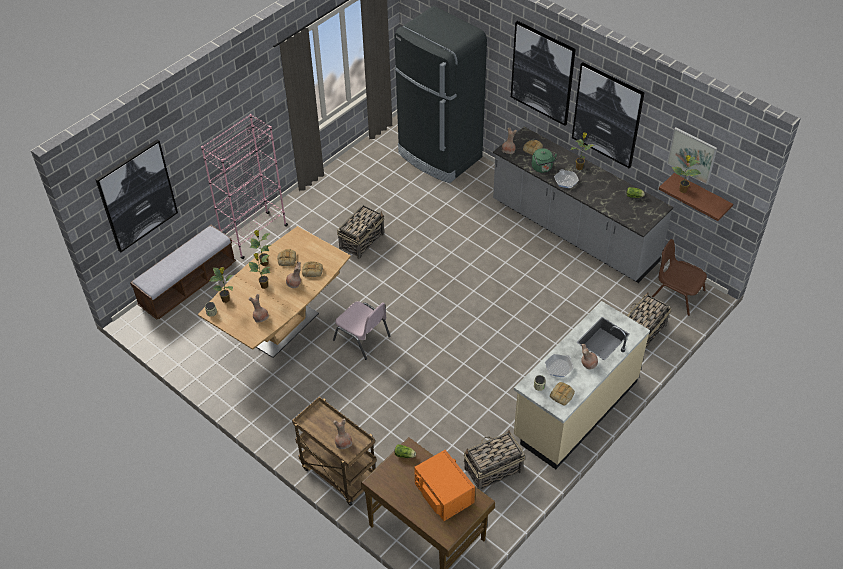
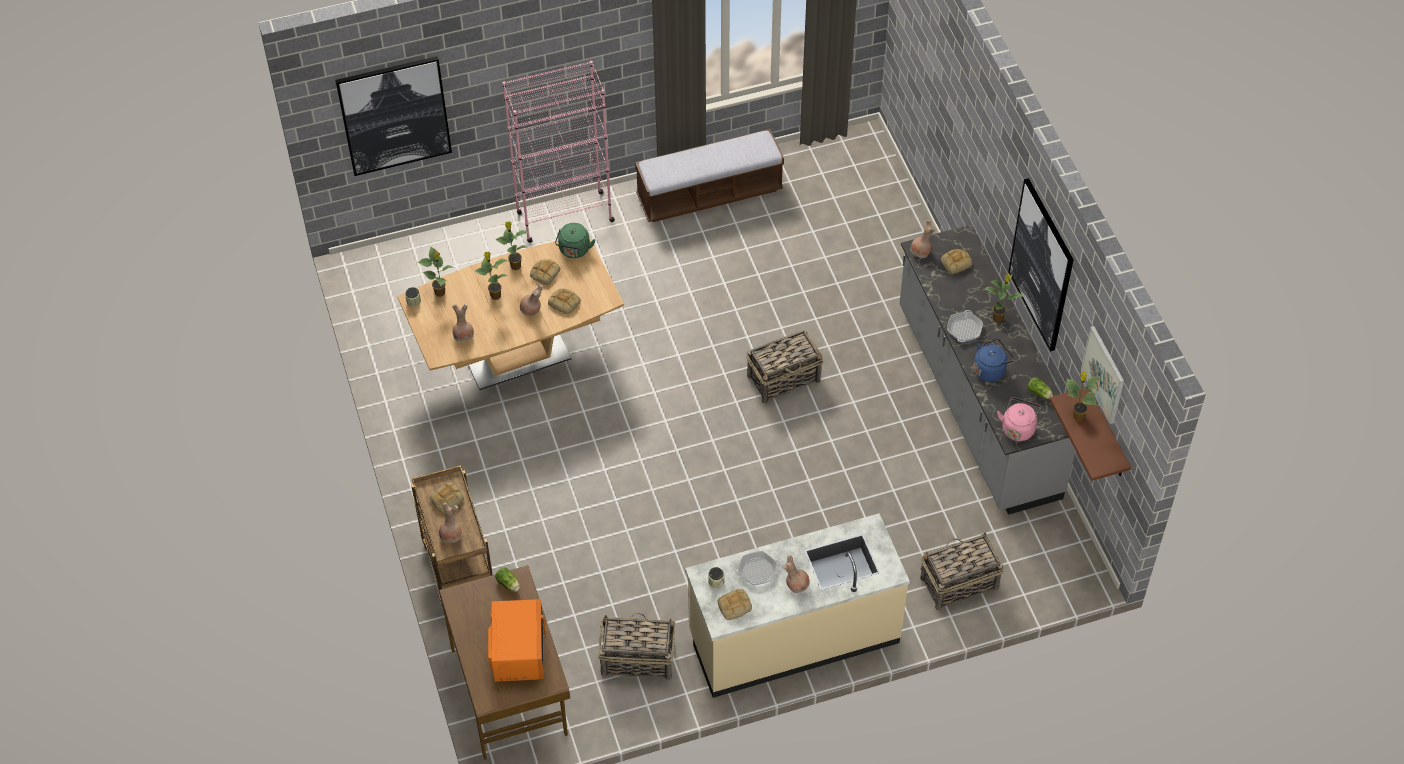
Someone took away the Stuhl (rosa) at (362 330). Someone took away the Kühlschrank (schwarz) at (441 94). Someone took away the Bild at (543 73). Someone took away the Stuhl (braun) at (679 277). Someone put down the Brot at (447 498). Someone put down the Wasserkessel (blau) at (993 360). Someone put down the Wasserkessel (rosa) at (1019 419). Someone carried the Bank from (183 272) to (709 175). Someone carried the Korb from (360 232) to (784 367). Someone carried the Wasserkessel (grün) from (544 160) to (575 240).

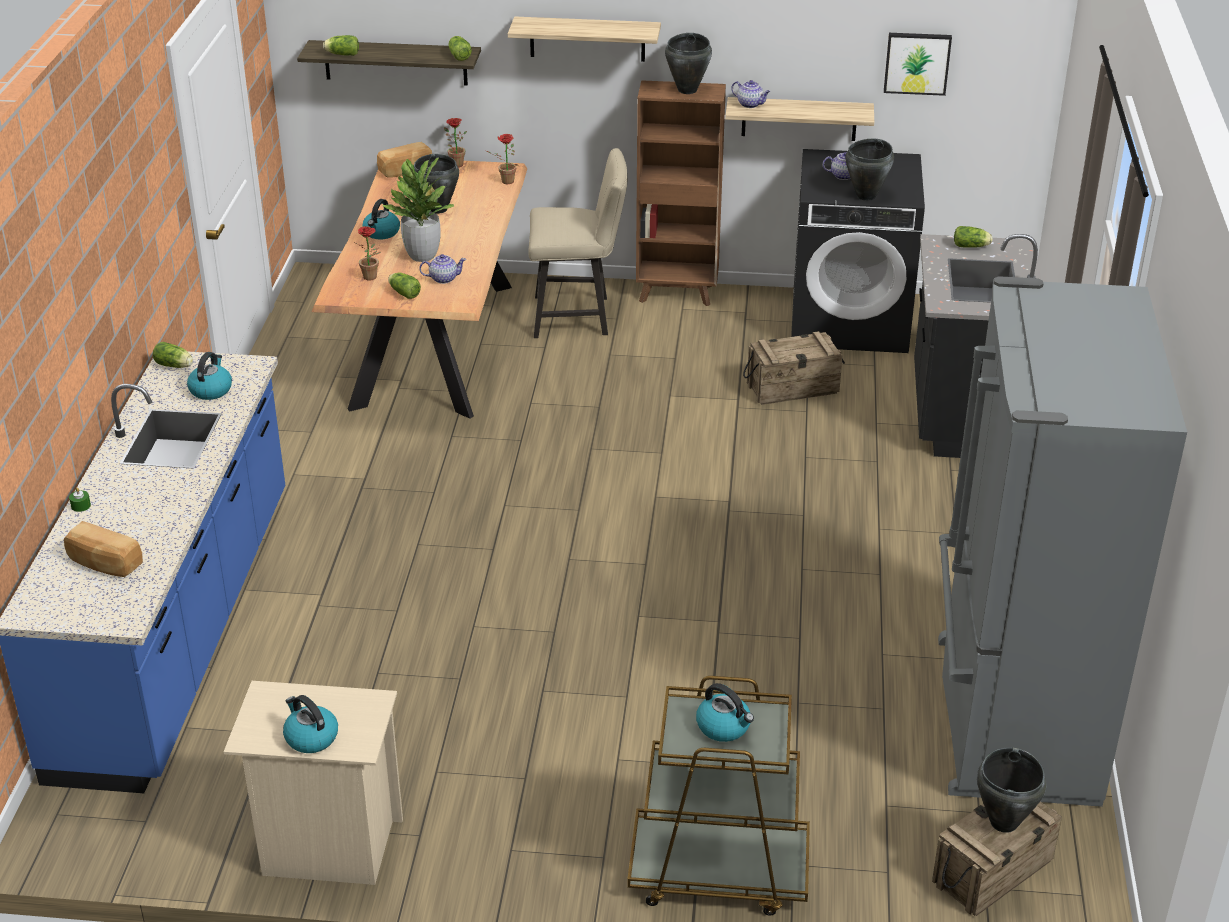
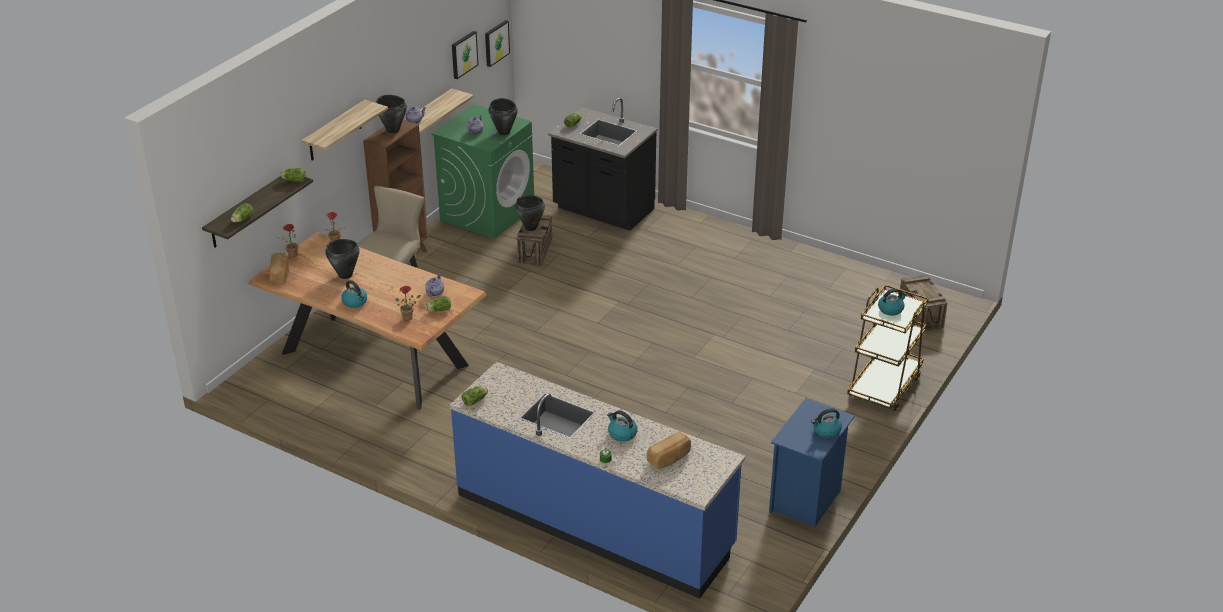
Someone took away the Topfpflanze at (418 210). Someone took away the Kühlschrank (grau) at (1062 541). Someone put up the Bild at (497 43). Someone carried the Wasserkessel from (209 376) to (622 426). Someone carried the Kochtopf (schwarz) from (1011 790) to (530 213). Someone repainted the Nachttisch (beige) at (313 783), which became the Nachttisch (blau) at (812 462). Someone repainted the Waschmaschine (schwarz) at (858 251), which became the Waschmaschine (grün) at (483 171).

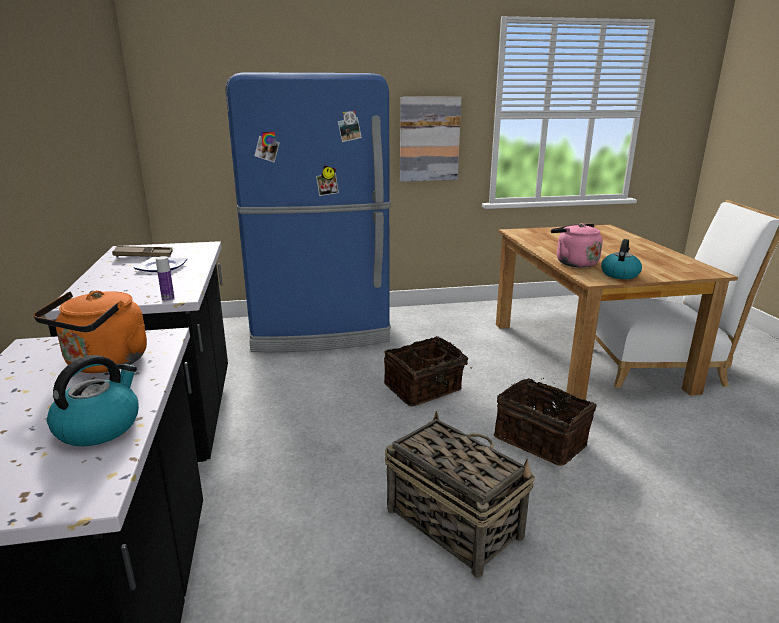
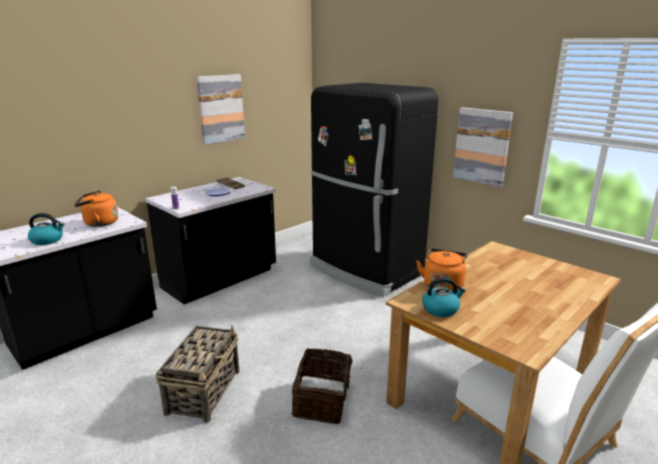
Someone took away the Korb at (426 371). Someone put up the Bild at (221 109). Someone repainted the Kühlschrank (blau) at (308 212), which became the Kühlschrank (schwarz) at (374 189). Someone repainted the Wasserkessel (rosa) at (577 245), which became the Wasserkessel (orange) at (442 269).

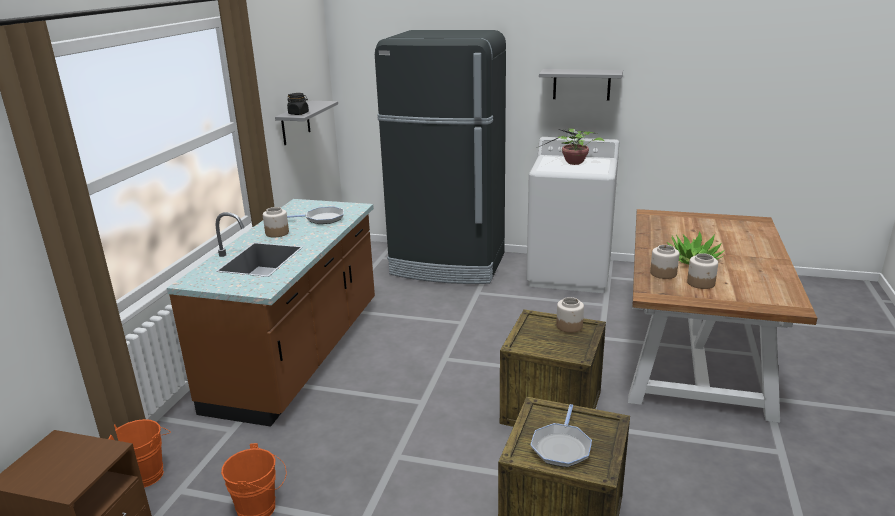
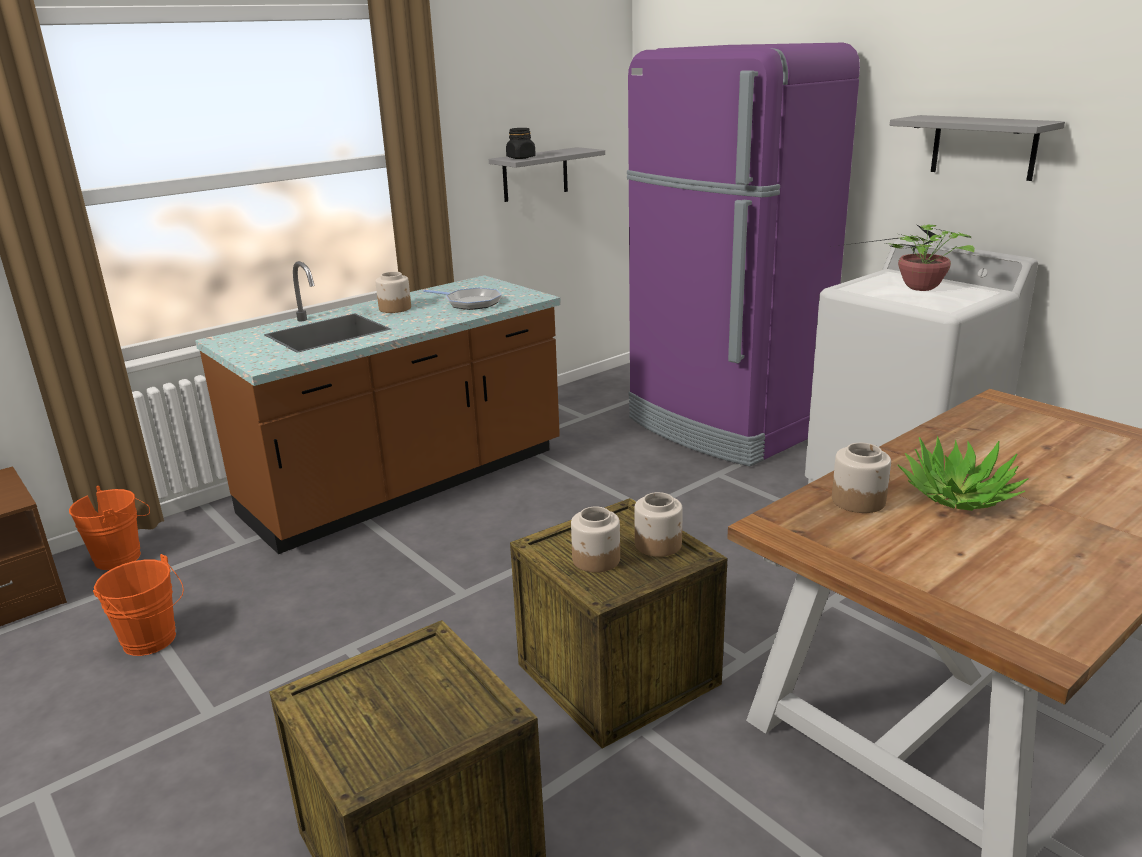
Someone took away the Pfanne at (561 435). Someone carried the Vorratsglas from (702 271) to (595 540). Someone repainted the Kühlschrank (schwarz) at (440 157), which became the Kühlschrank (lila) at (743 254).

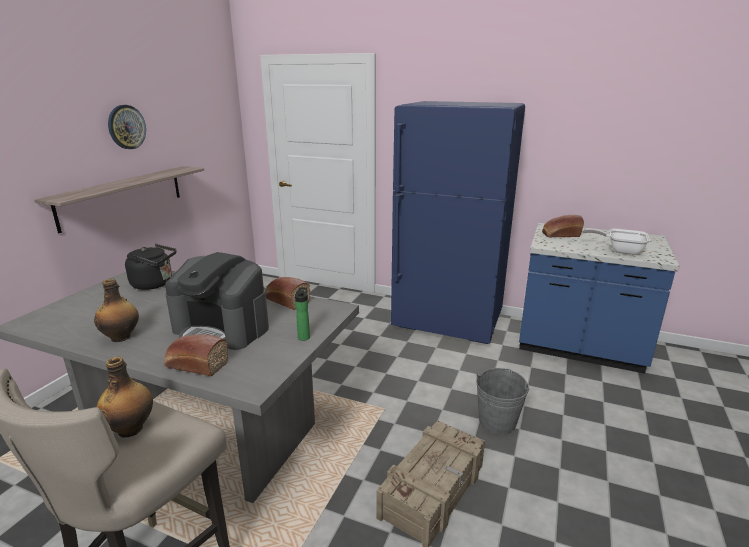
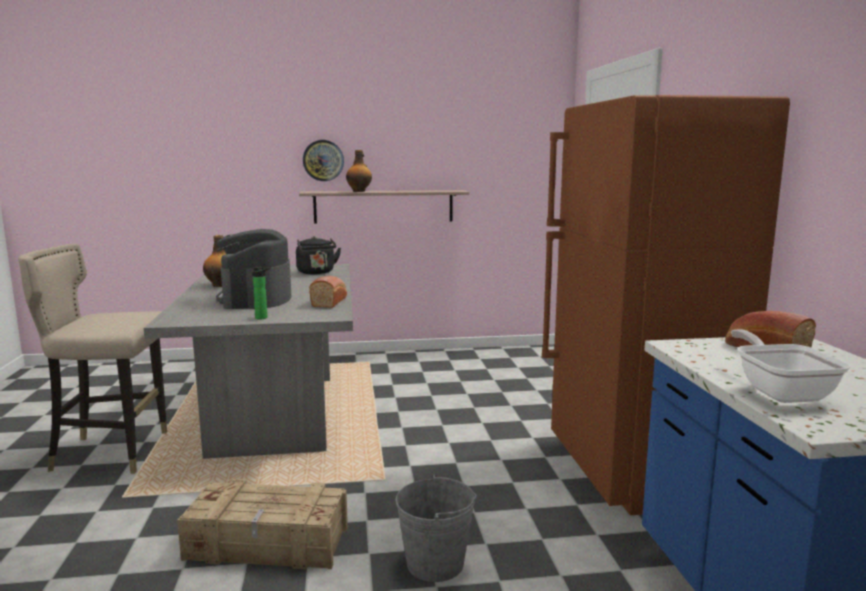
Someone took away the Brot at (196 356). Someone carried the Flasche from (124 397) to (359 171). Someone carried the Wanduhr from (127 127) to (323 160). Someone repainted the Kühlschrank (blau) at (458 222), which became the Kühlschrank (braun) at (666 305).

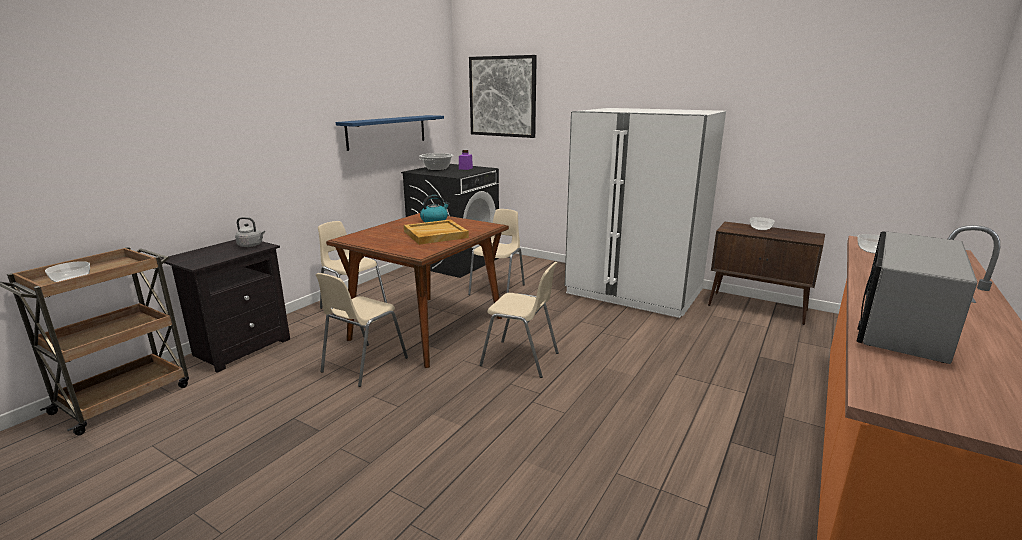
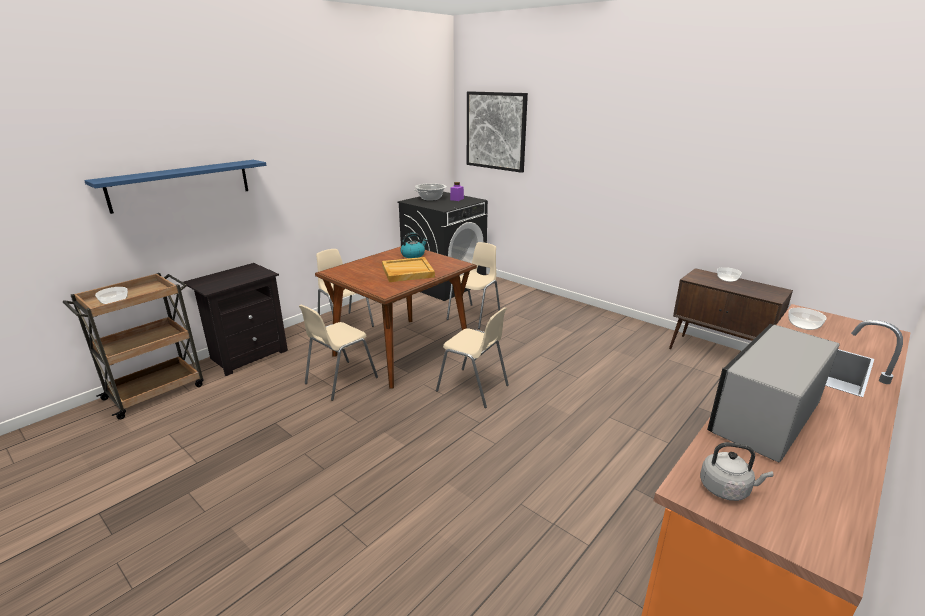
Someone took away the Kühlschrank (weiß) at (645 213). Someone carried the Wasserkessel (grau) from (250 232) to (736 471). Someone carried the Wandregal (blau) from (390 133) to (175 187).

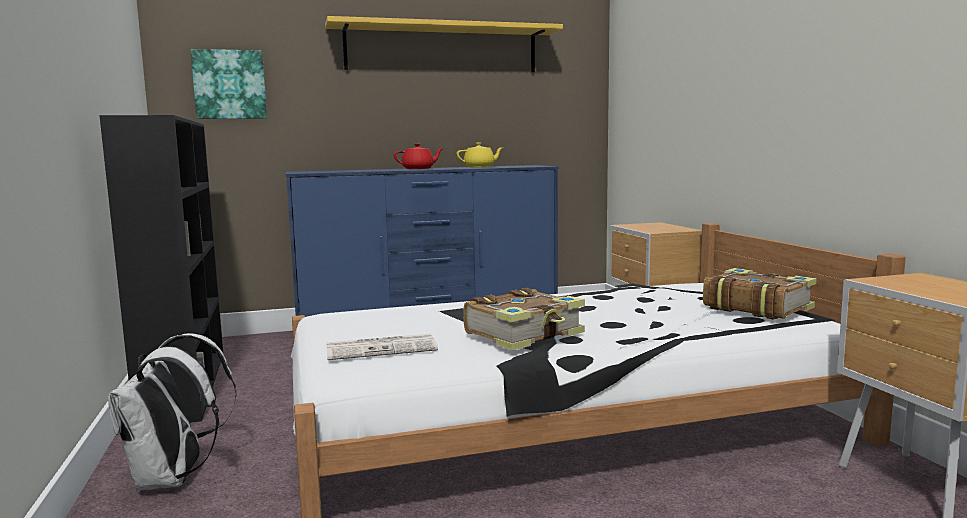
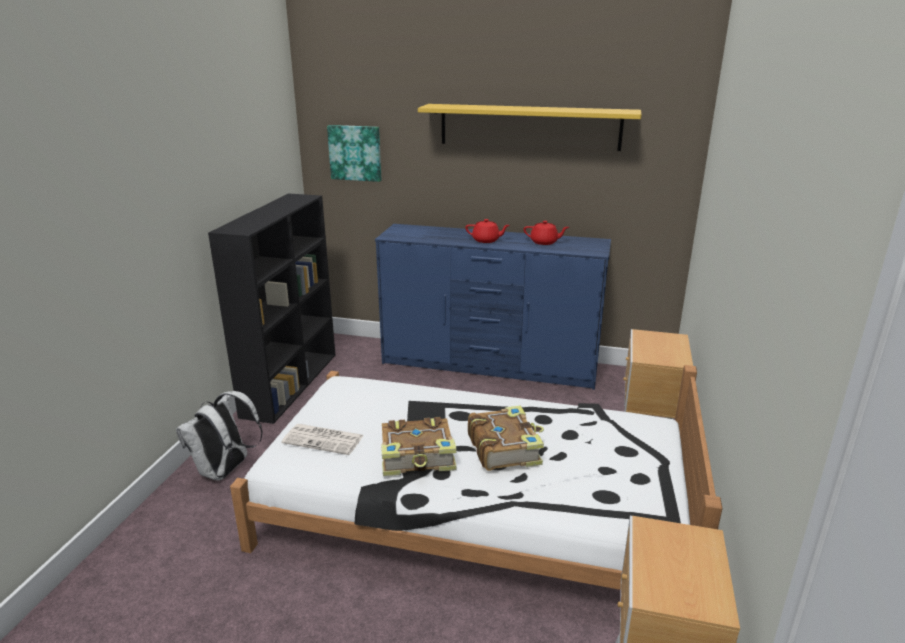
Someone carried the Buch from (759 294) to (506 438). Someone repainted the Teekanne (gelb) at (480 154), which became the Teekanne (rot) at (546 233).

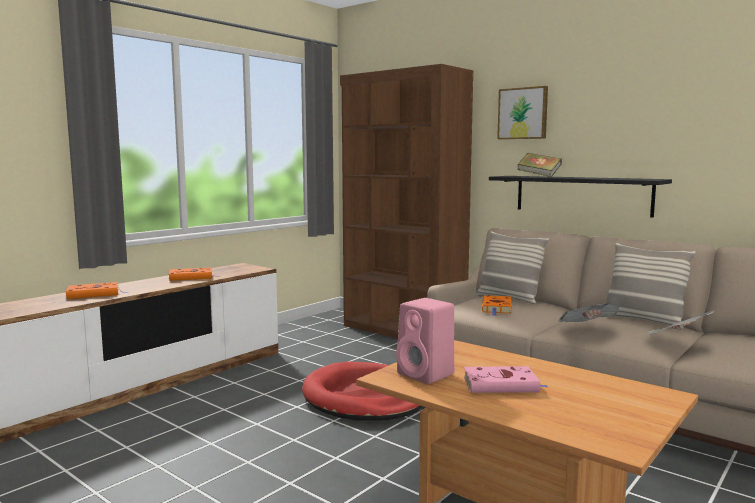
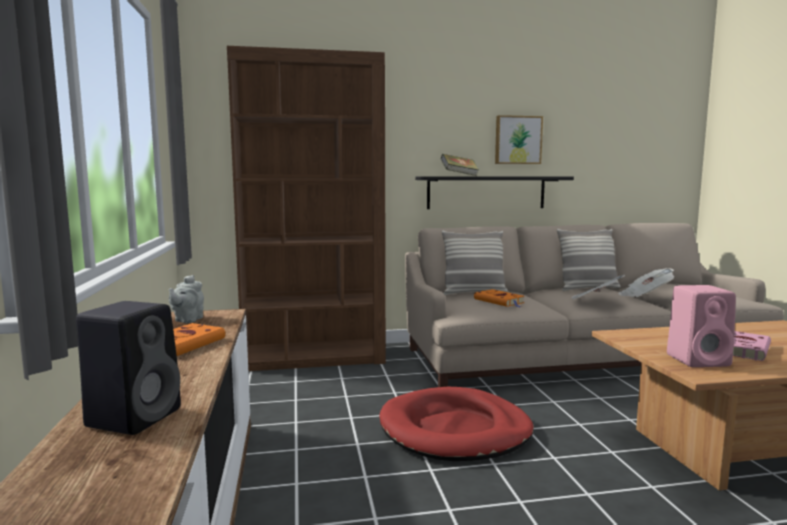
Someone put down the Teekanne (grau) at (186 299). Someone carried the Bild from (522 112) to (519 139). Someone swapped the Buch (orange) at (96 290) for the Lautsprecher (schwarz) at (128 368).

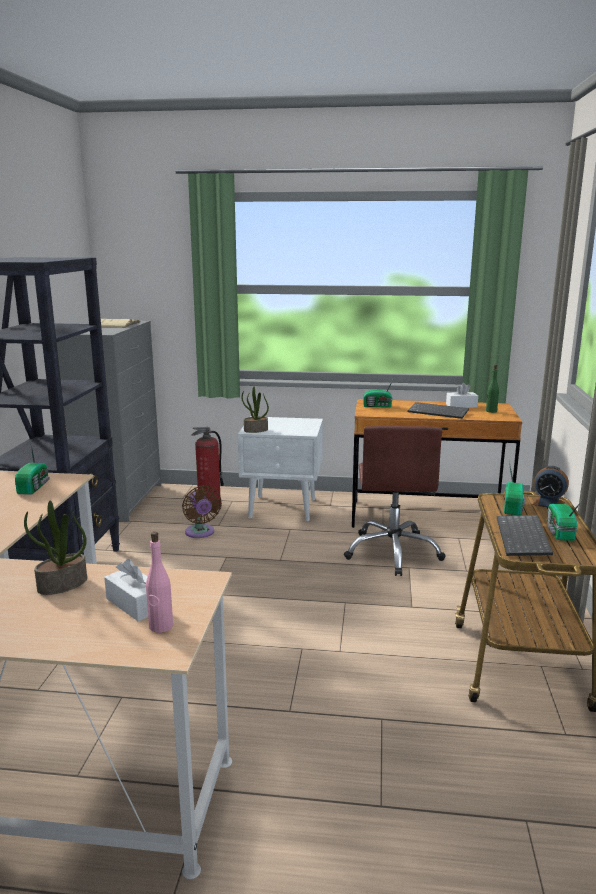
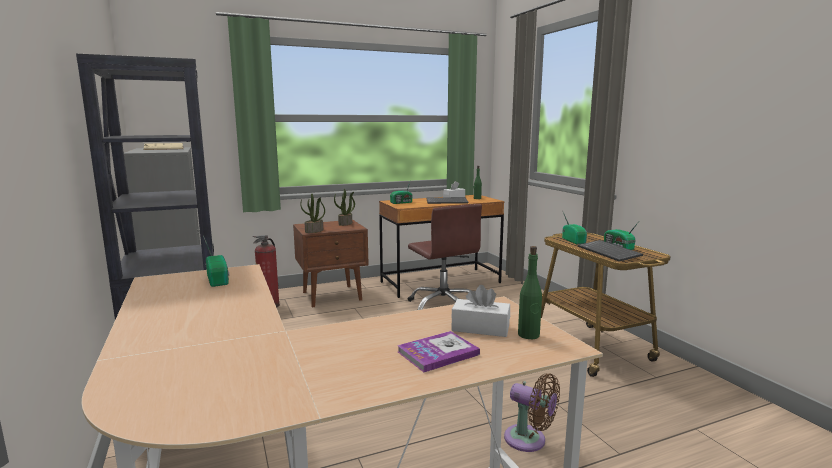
Someone took away the Wecker at (550 487). Someone put down the Buch at (438 351). Someone carried the Topfpflanze from (55 548) to (344 207). Someone carried the Ventilator (braun) from (202 511) to (532 412). Someone repainted the Flasche (rosa) at (159 582), which became the Flasche (grün) at (530 292). Someone repainted the Nachttisch (weiß) at (280 468), which became the Nachttisch (braun) at (331 263).

